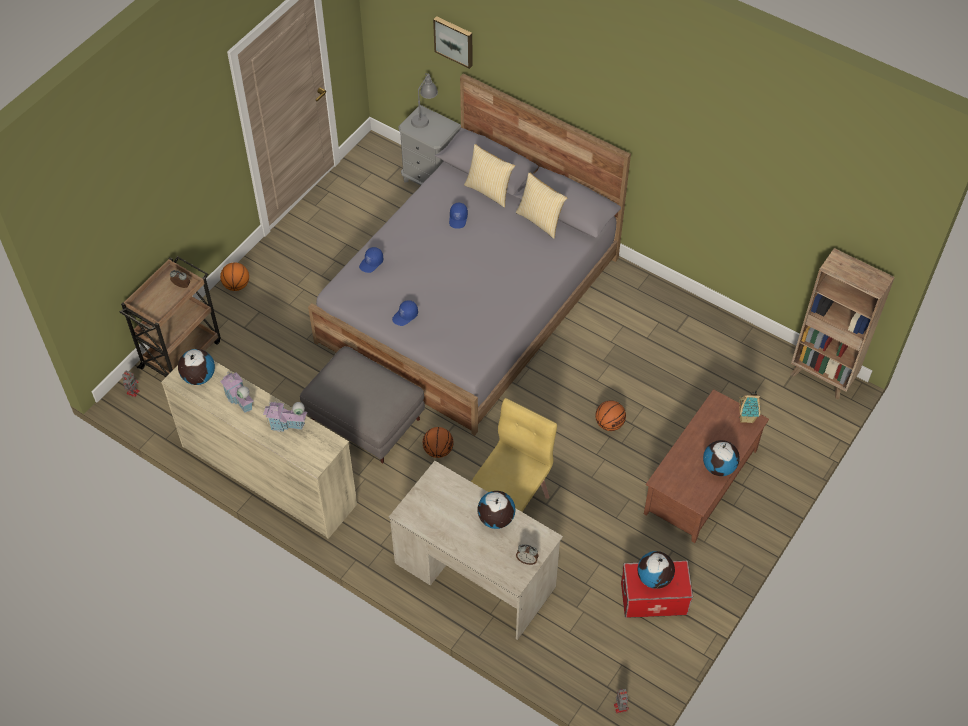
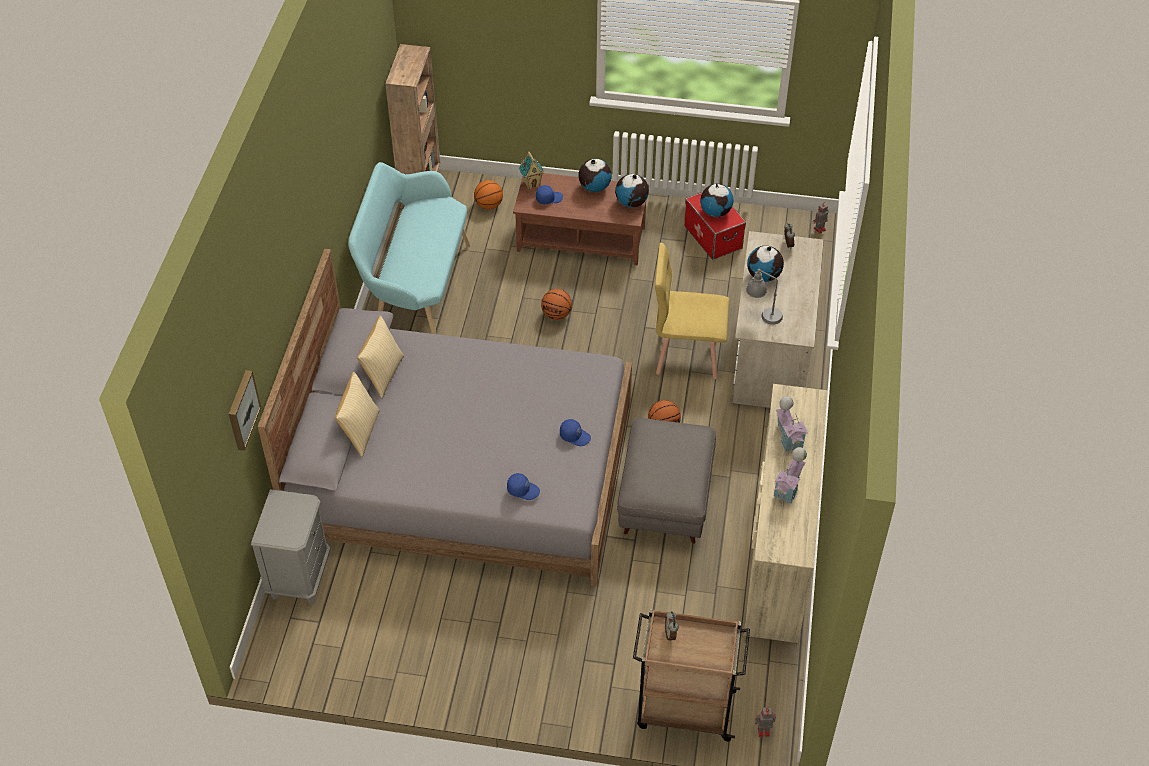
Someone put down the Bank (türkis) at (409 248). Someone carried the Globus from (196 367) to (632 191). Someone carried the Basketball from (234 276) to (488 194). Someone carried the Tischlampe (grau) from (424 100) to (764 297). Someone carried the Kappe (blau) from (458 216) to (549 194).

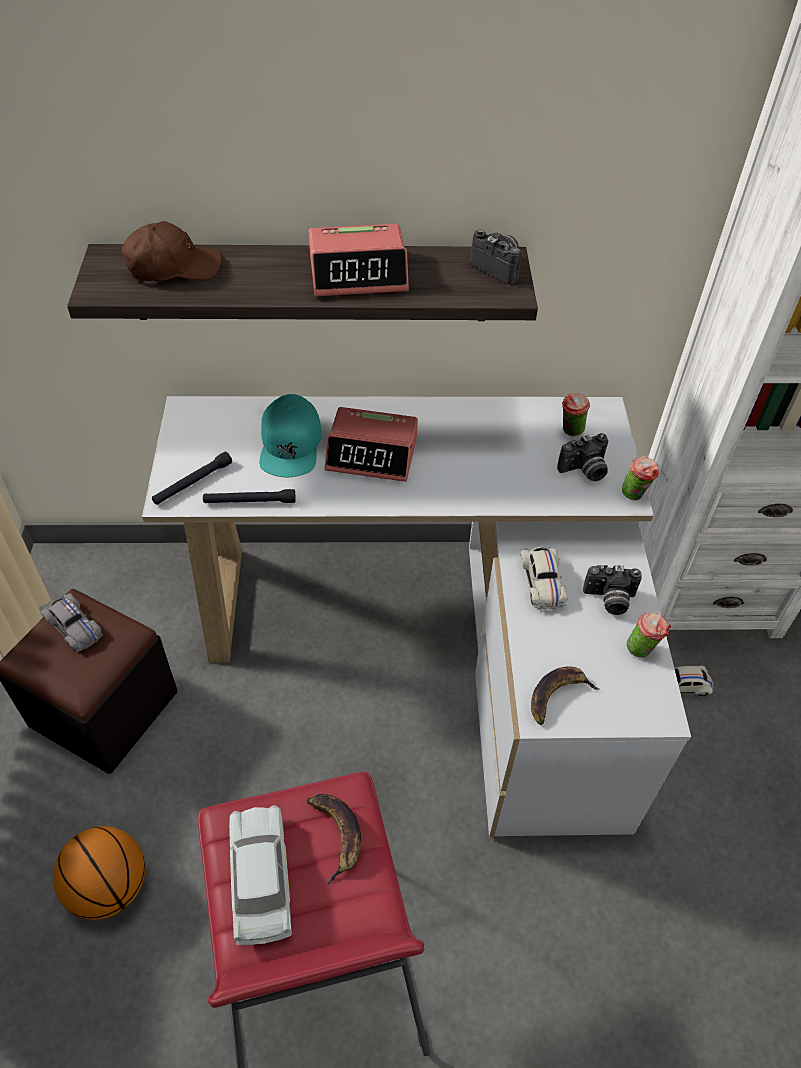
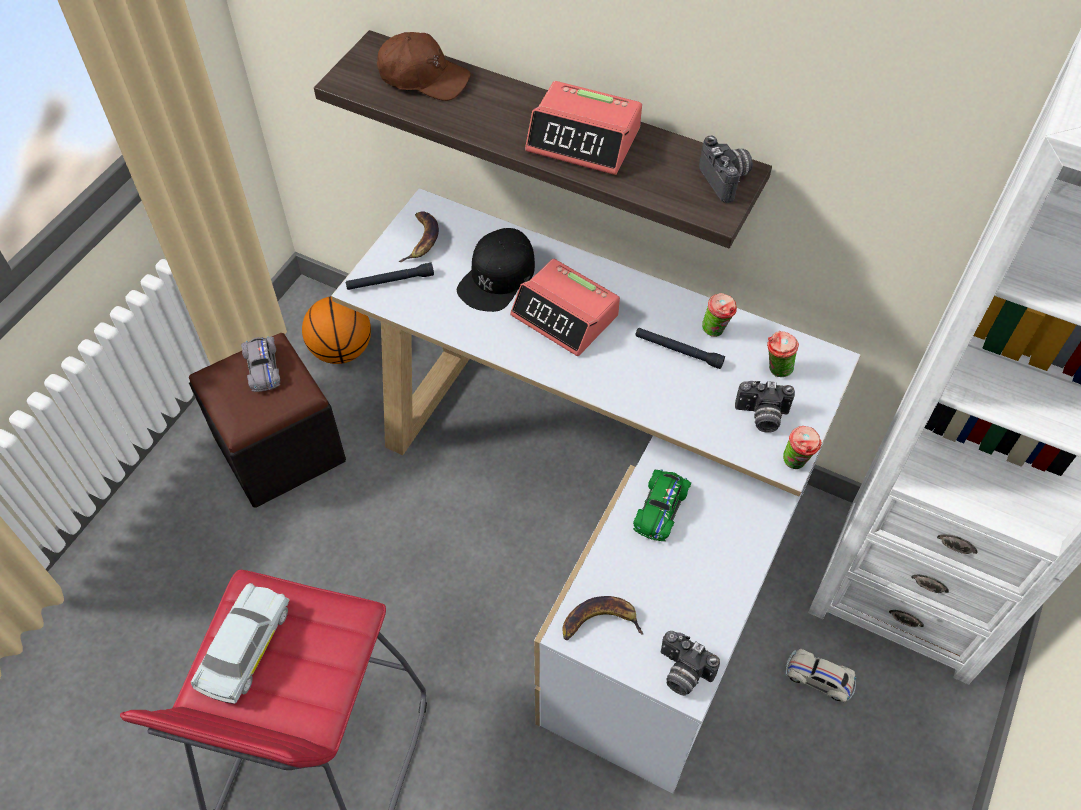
Someone carried the Basketball from (99 873) to (336 330). Someone carried the Taschenlampe (schwarz) from (249 496) to (680 348). Someone carried the Banane from (334 839) to (418 236). Someone carried the Kamera from (612 590) to (690 663). Someone carried the Tasse from (648 635) to (719 315). Someone repainted the Kappe (türkis) at (290 435), which became the Kappe (schwarz) at (496 270). Someone repainted the Spielzeugauto (weiß) at (544 578), which became the Spielzeugauto (grün) at (662 505).

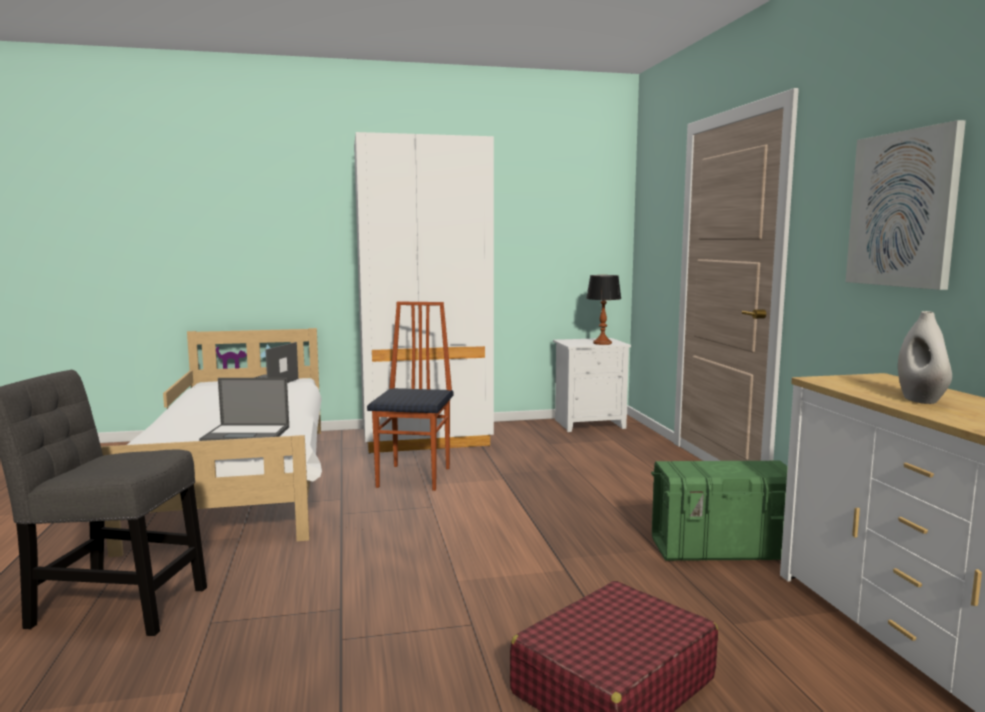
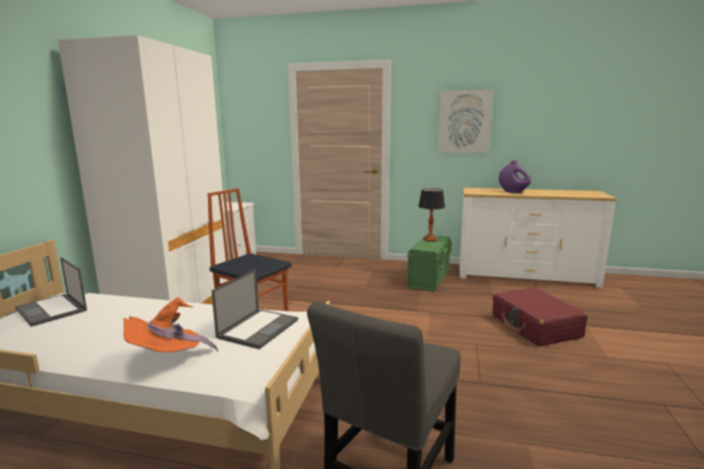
Someone put down the Hut (orange) at (170 324). Someone carried the Tischlampe from (603 310) to (431 215). Someone repainted the Vase (weiß) at (925 357), which became the Vase (lila) at (515 177).

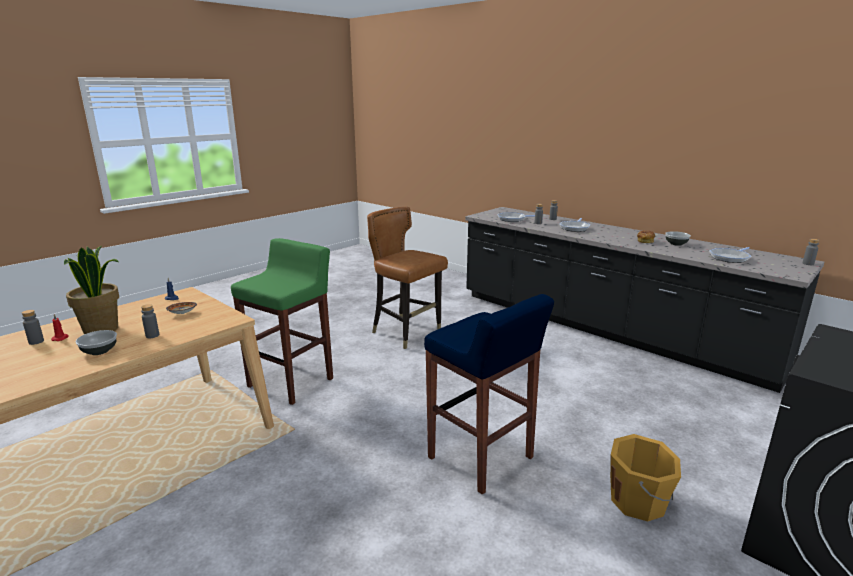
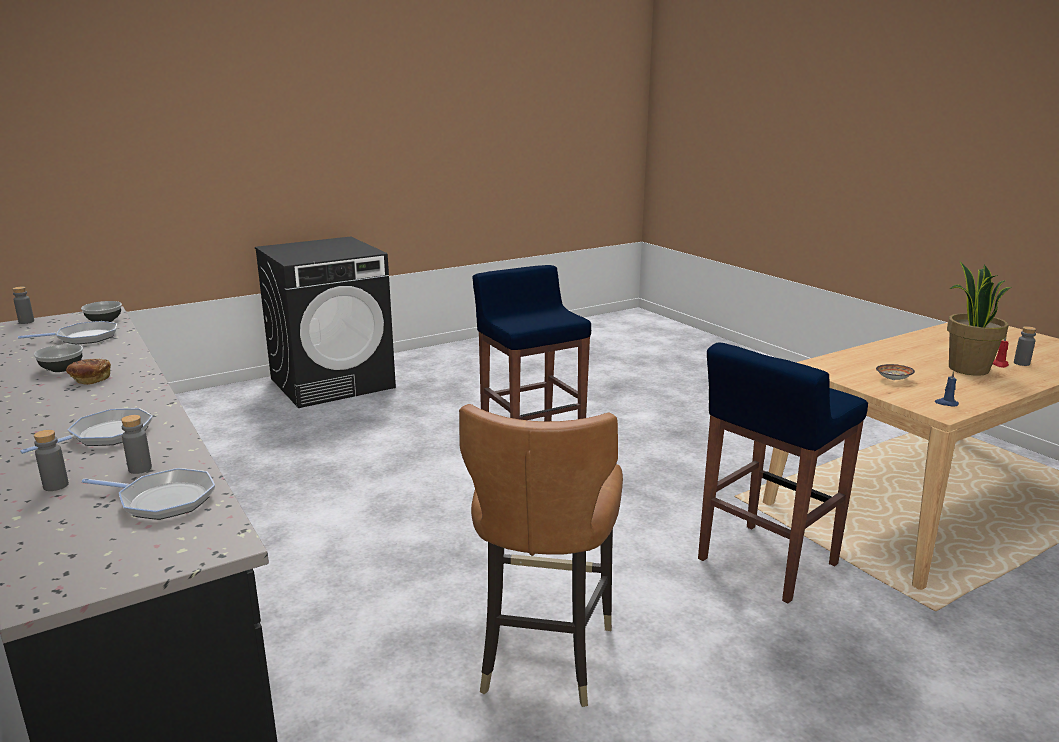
Someone took away the Flasche (grau) at (150 321). Someone took away the Eimer (orange) at (645 477). Someone carried the Schüssel from (96 342) to (101 311). Someone repainted the Hocker (grün) at (282 321), which became the Hocker (blau) at (783 473). Someone rotated the Stuhl (braun) at (407 278) by 45 degrees clockwise.

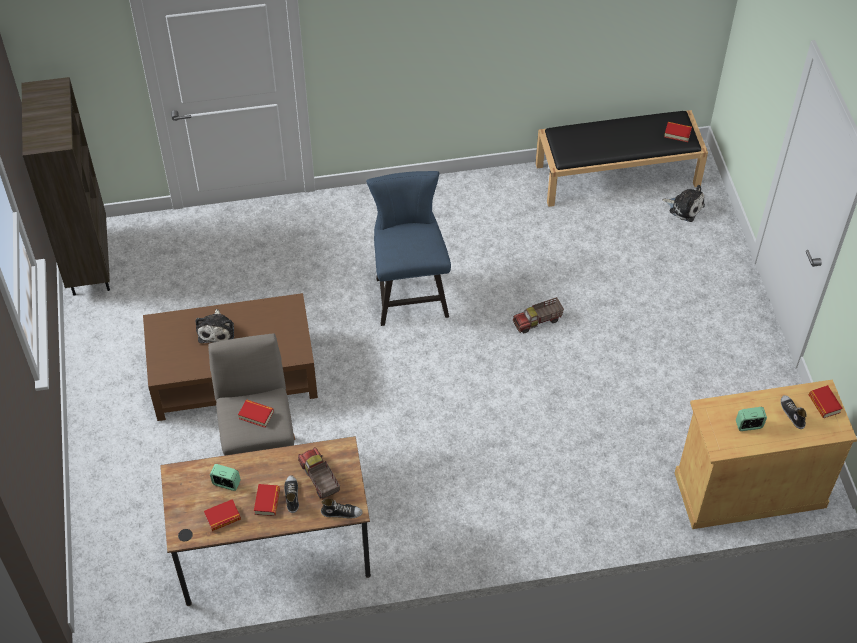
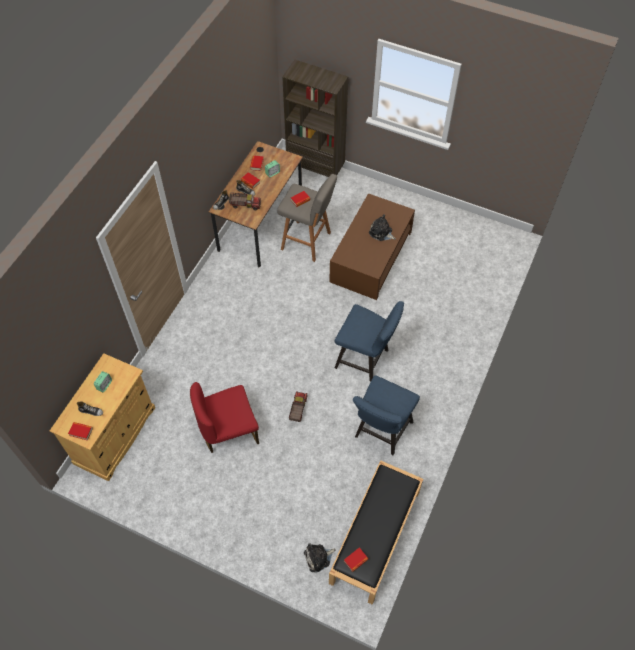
Someone put down the Stuhl (rot) at (224 417). Someone put down the Stuhl (blau) at (386 415). Someone carried the Bücherregal (braun) from (66 186) to (315 118).

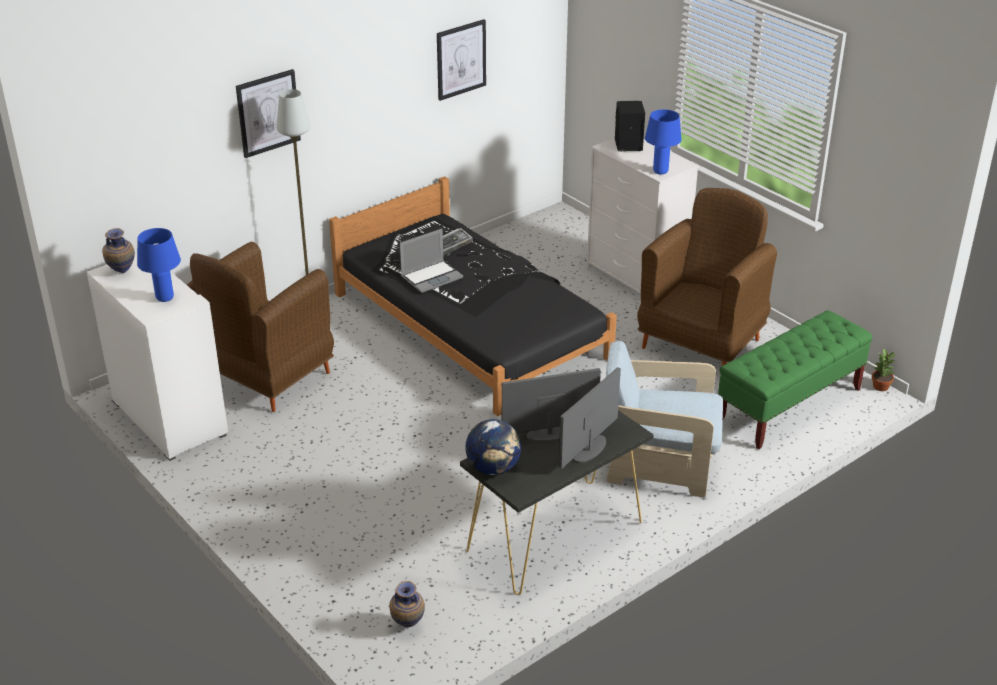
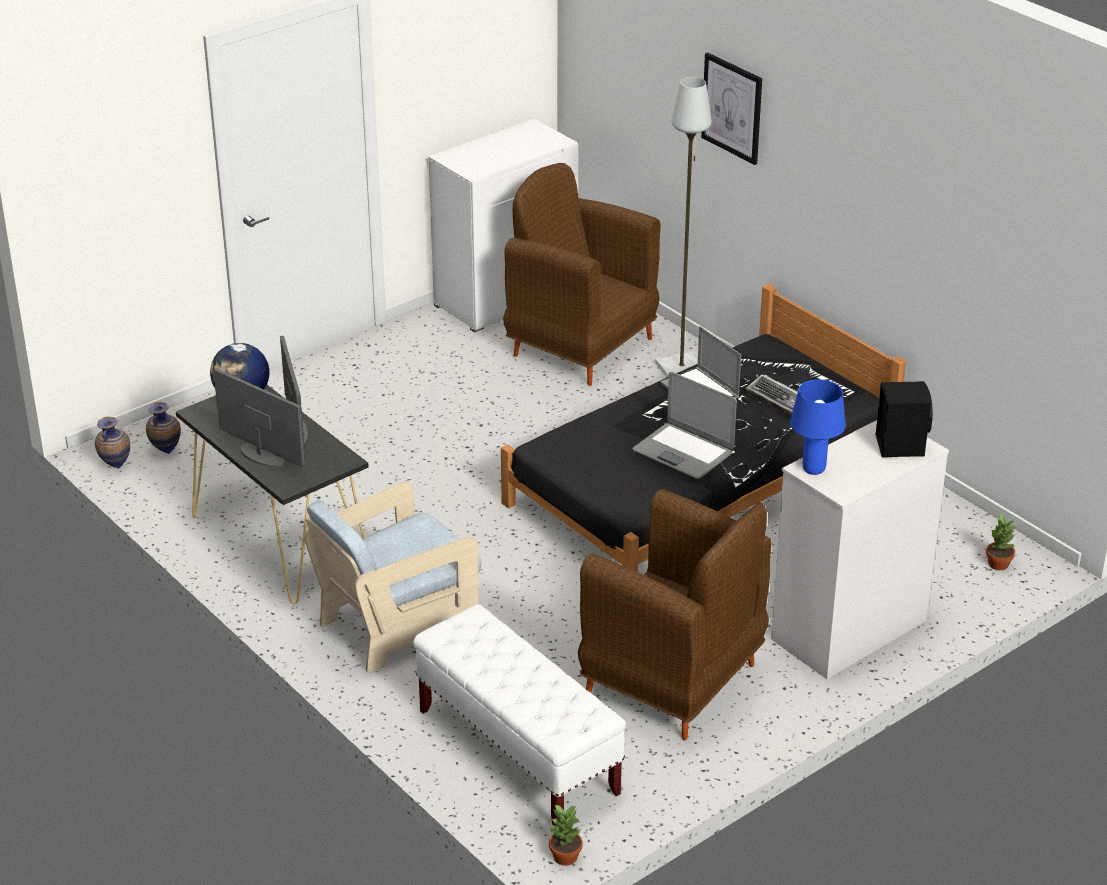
Someone took away the Tischlampe (blau) at (159 265). Someone took away the Bild at (461 60). Someone put down the Laptop at (685 425). Someone put down the Topfpflanze at (1001 542). Someone carried the Vase from (118 250) to (112 443). Someone repainted the Bank (grün) at (795 379), which became the Bank (weiß) at (519 715). Someone rotated the Sessel (beige) at (664 419) by 135 degrees counterclockwise.

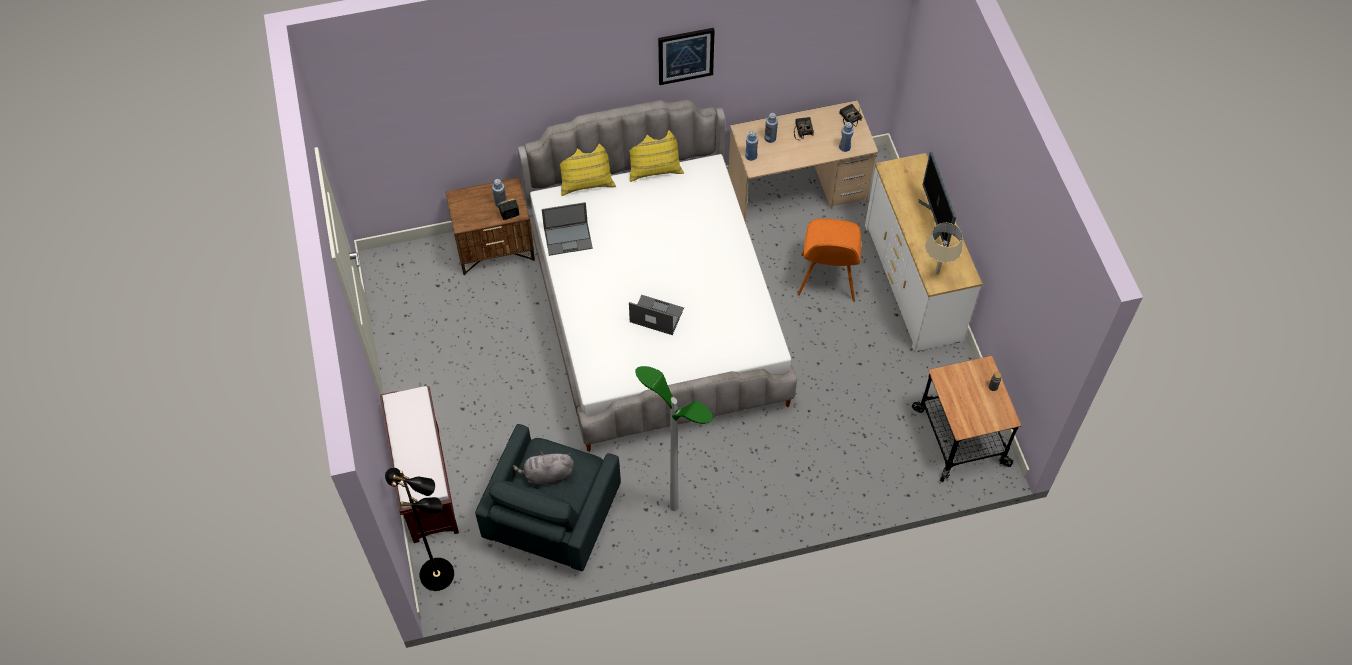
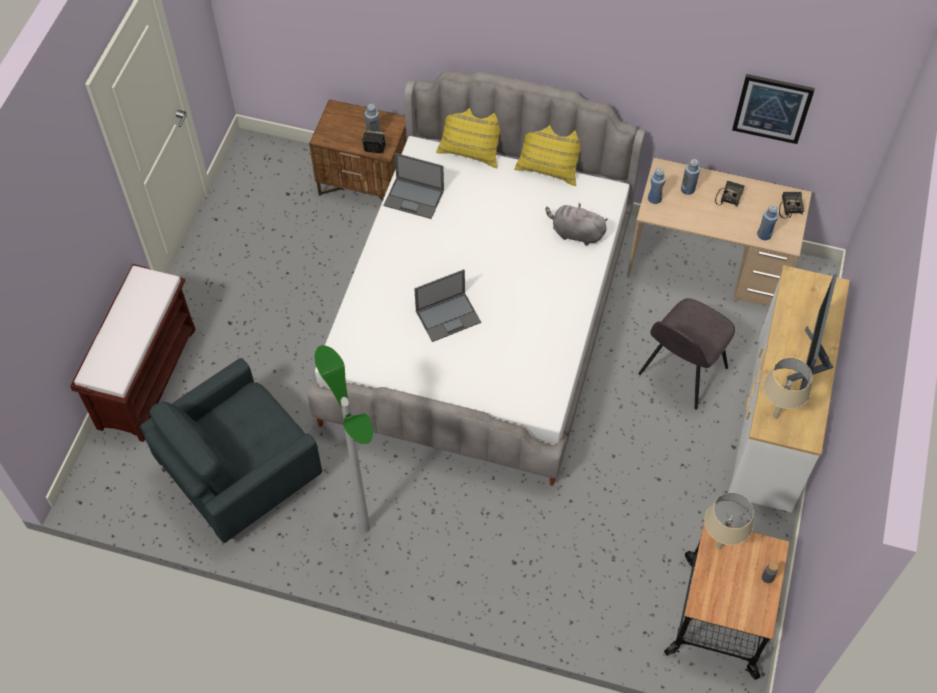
Someone took away the Stehlampe (schwarz) at (419 529). Someone put down the Tischlampe (beige) at (729 520). Someone carried the Plüschtier (grau) from (543 468) to (576 224). Someone carried the Bild from (686 56) to (773 109). Someone repainted the Stuhl (orange) at (829 260), which became the Stuhl (grau) at (686 354). Someone rotated the Laptop at (656 315) by 105 degrees clockwise.

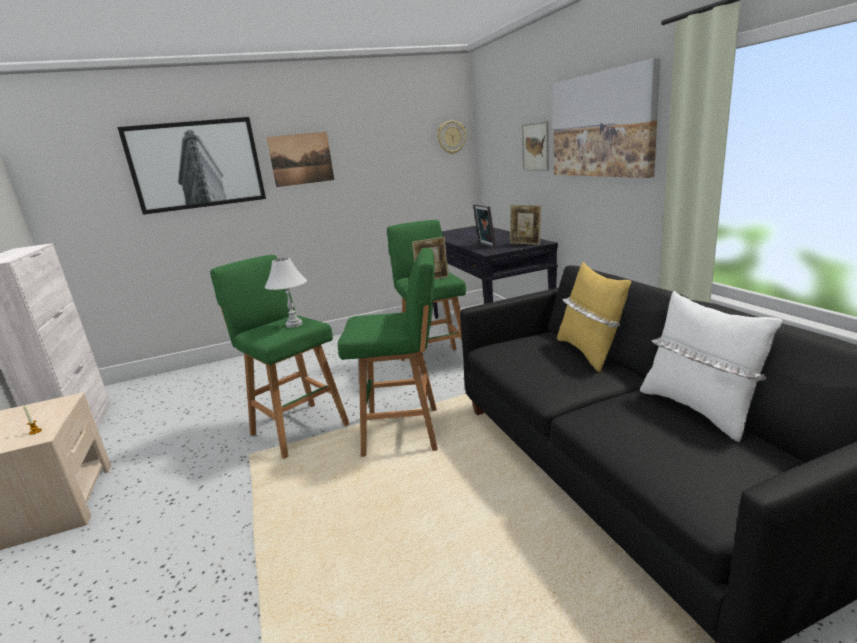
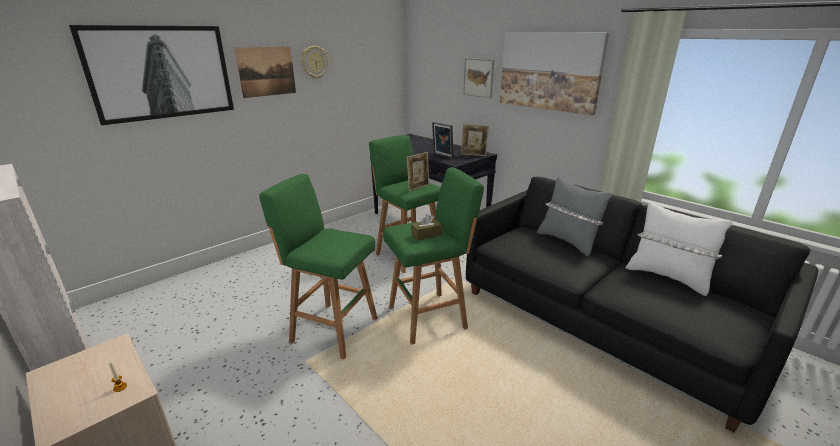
Someone took away the Tischlampe (weiß) at (286 293). Someone put down the Taschentuchbox (braun) at (426 227). Someone carried the Wanduhr from (451 137) to (315 62). Someone repainted the Kissen (gelb) at (594 317), which became the Kissen (grau) at (575 216).

